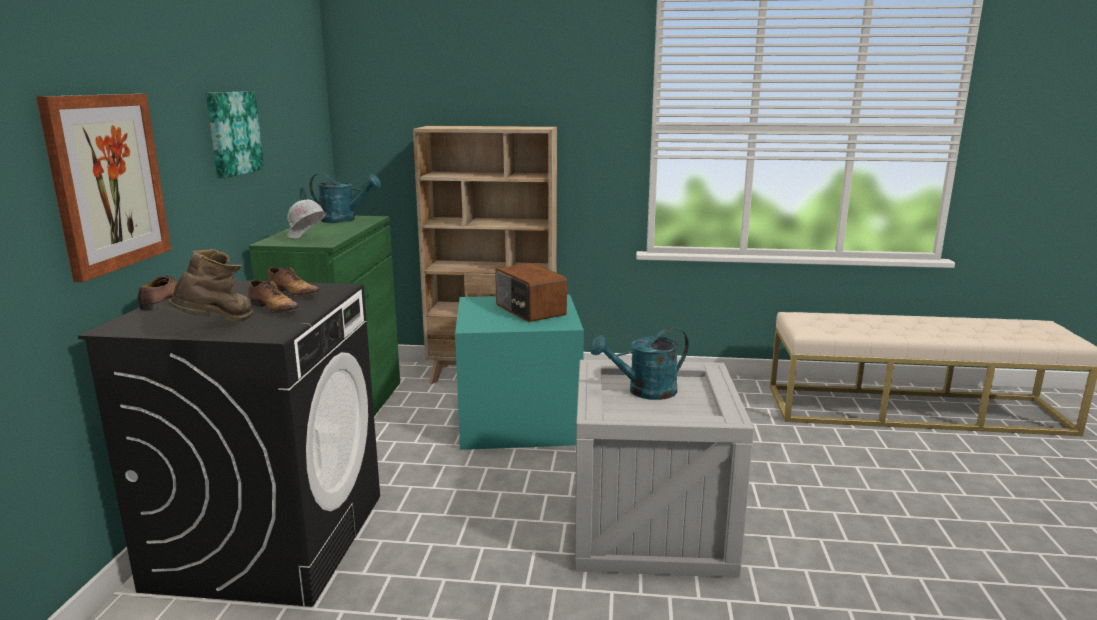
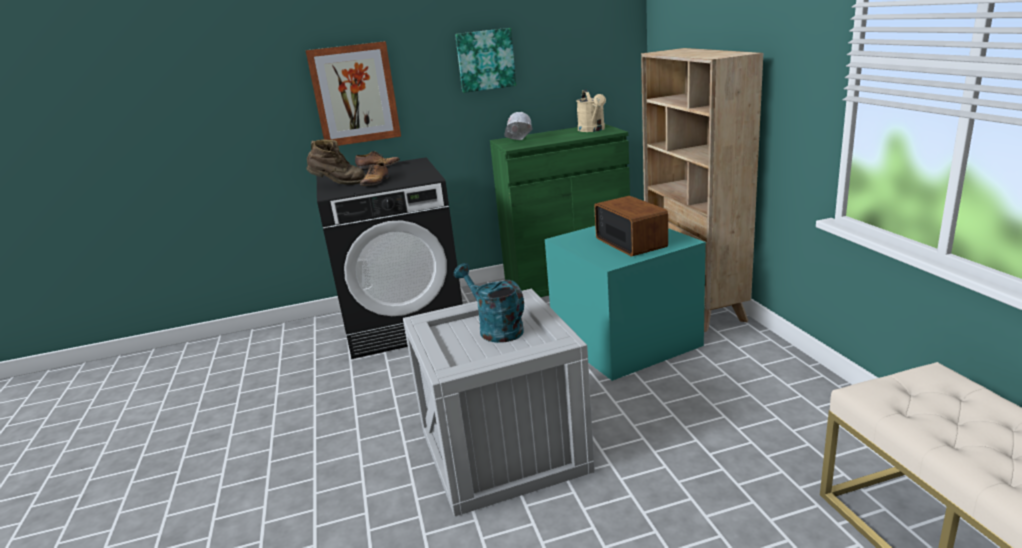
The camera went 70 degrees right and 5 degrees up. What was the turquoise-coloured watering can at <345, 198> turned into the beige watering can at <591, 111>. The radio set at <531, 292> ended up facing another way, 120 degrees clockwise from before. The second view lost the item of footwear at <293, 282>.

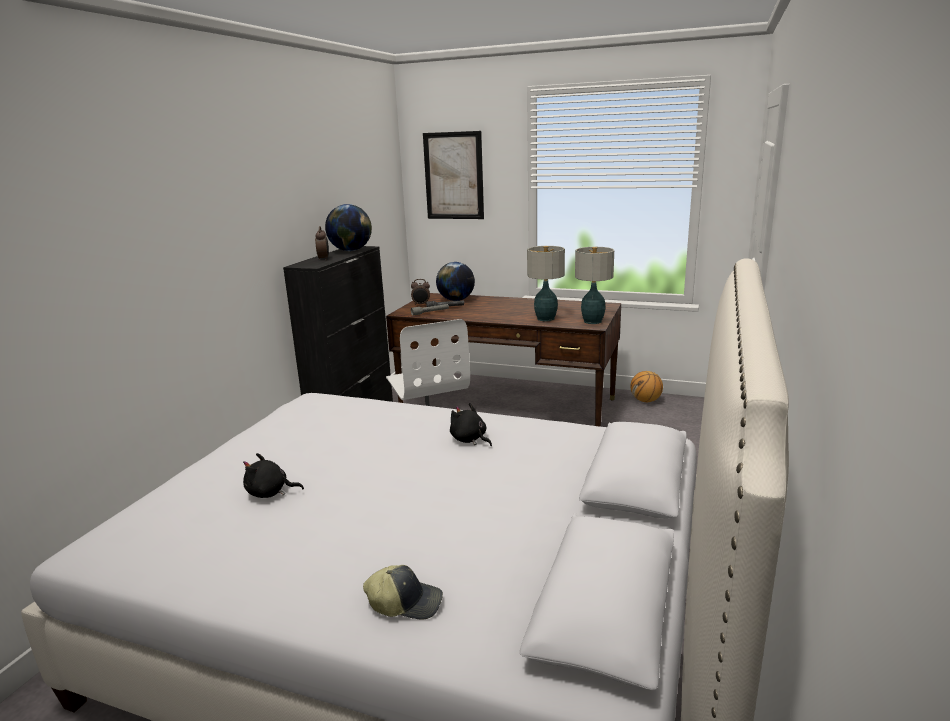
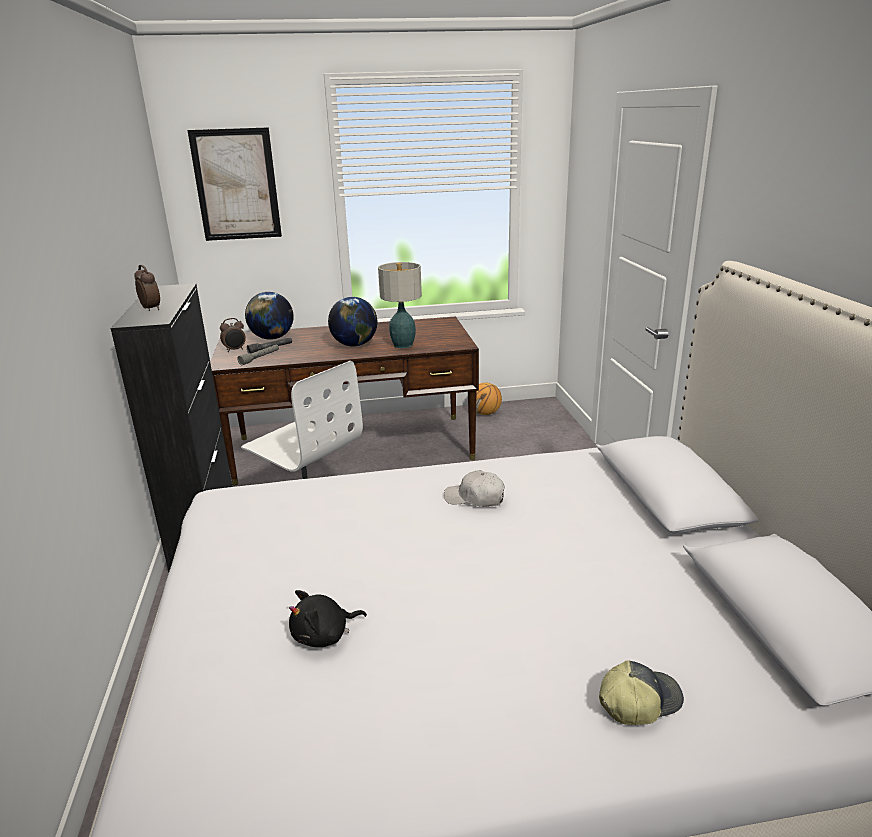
The camera went 30 degrees left and 5 degrees up. The desk globe ended up elsewhere, having gone from <348, 227> to <352, 322>. The second view lost the lamp for a table at <594, 285>. Where the black plush toy stood at <471, 424>, the white-coloured peaked cap came to stand at <474, 488>.

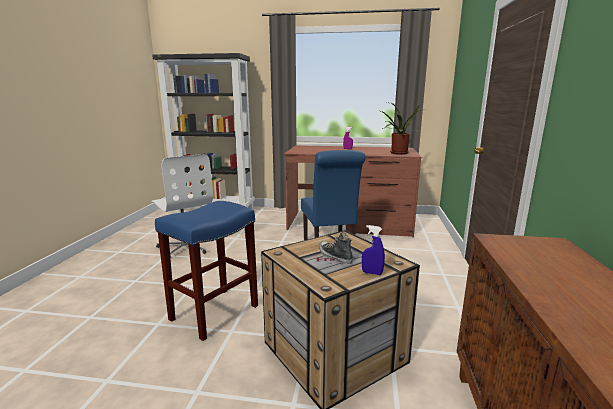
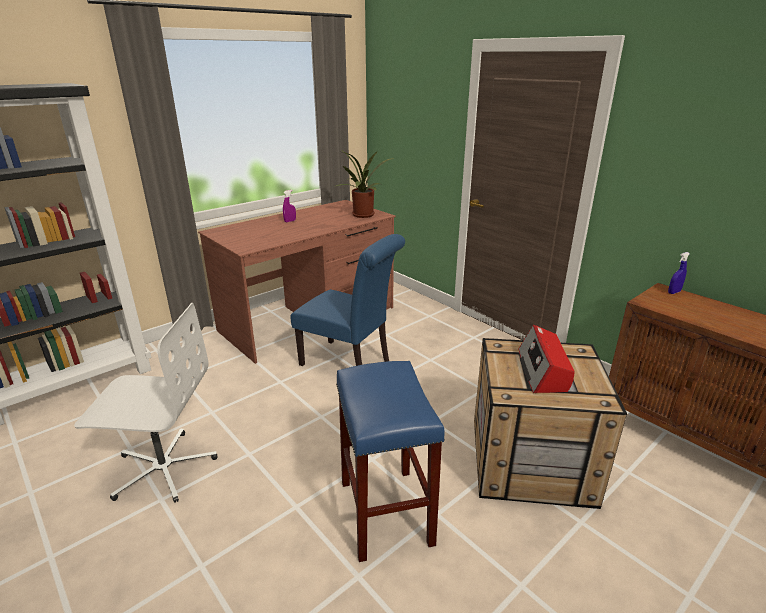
The camera went 50 degrees left and 10 degrees up. The blue hand sprayer ended up elsewhere, having gone from <373, 250> to <679, 273>. Where the item of footwear stood at <336, 248>, the radio set came to stand at <546, 359>.

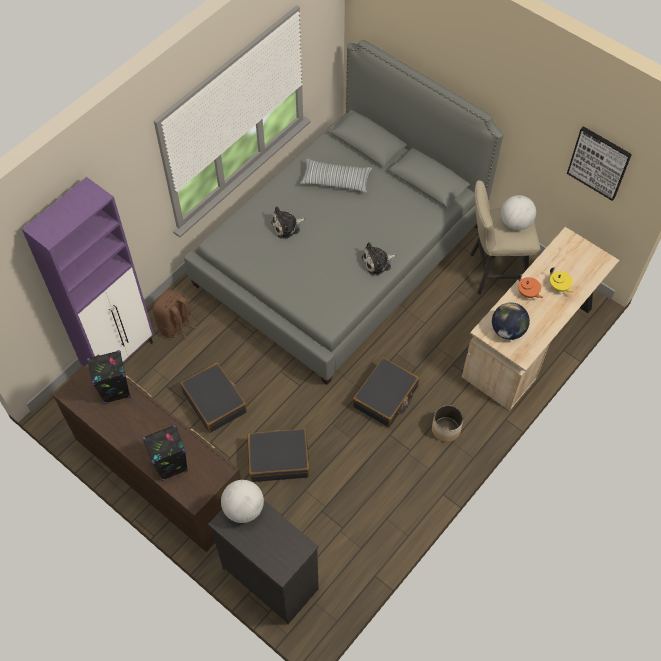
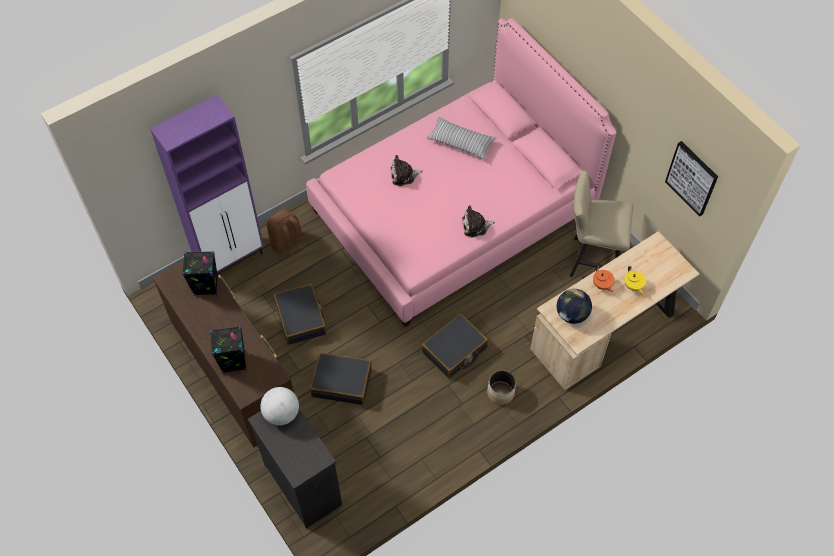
The camera went 15 degrees right and 0 degrees up. What was the gray bed at <343, 212> turned into the pinkish bed at <461, 172>. The second view lost the desk globe at <518, 212>.

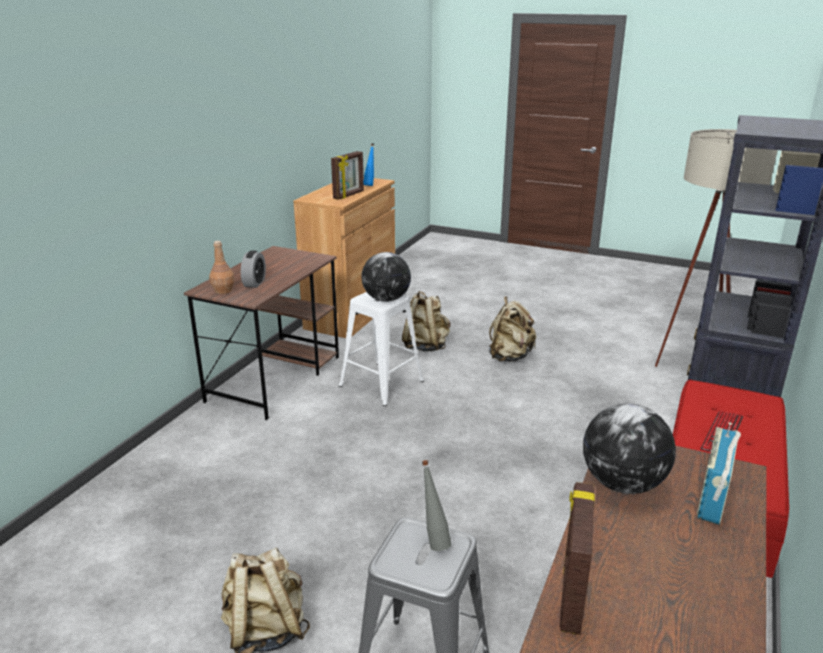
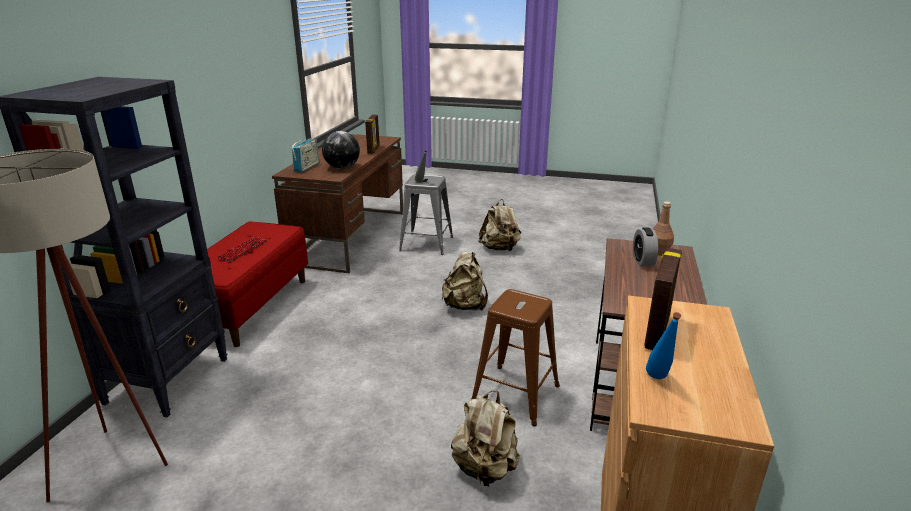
The camera went 170 degrees right and 0 degrees up. The second view lost the desk globe at <386, 277>. What was the white-coloured stool seat at <381, 349> turned into the brownish stool seat at <515, 357>. The beige backpack ended up elsewhere, having gone from <512, 329> to <465, 281>.

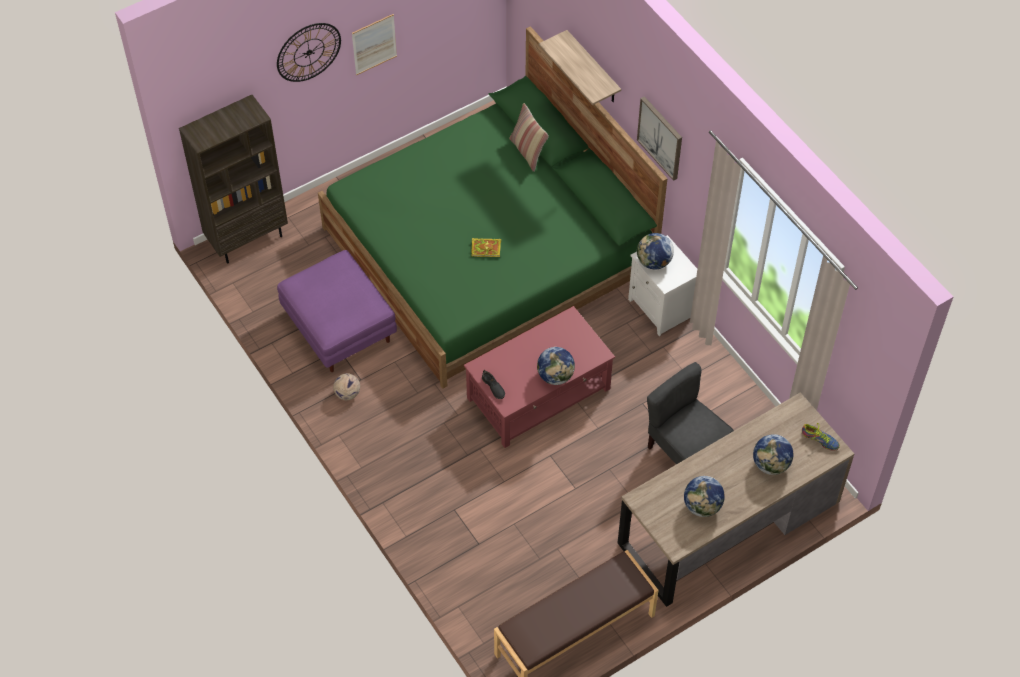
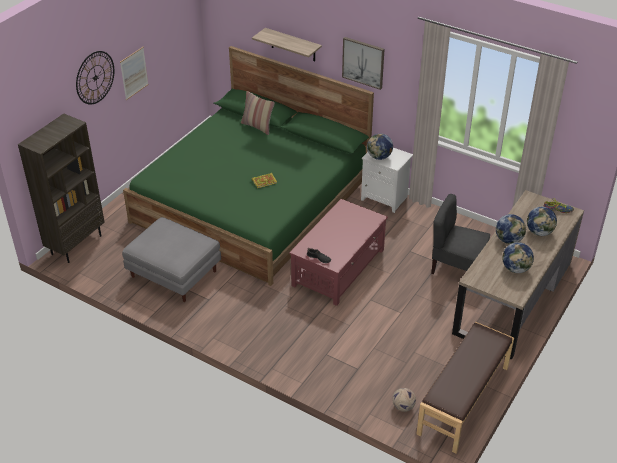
The camera went 25 degrees left and 15 degrees down. What was the purple-coloured footrest at <337, 311> turned into the gray footrest at <171, 259>. The desk globe ended up elsewhere, having gone from <556, 366> to <511, 229>. The football ball ended up elsewhere, having gone from <346, 386> to <404, 400>.

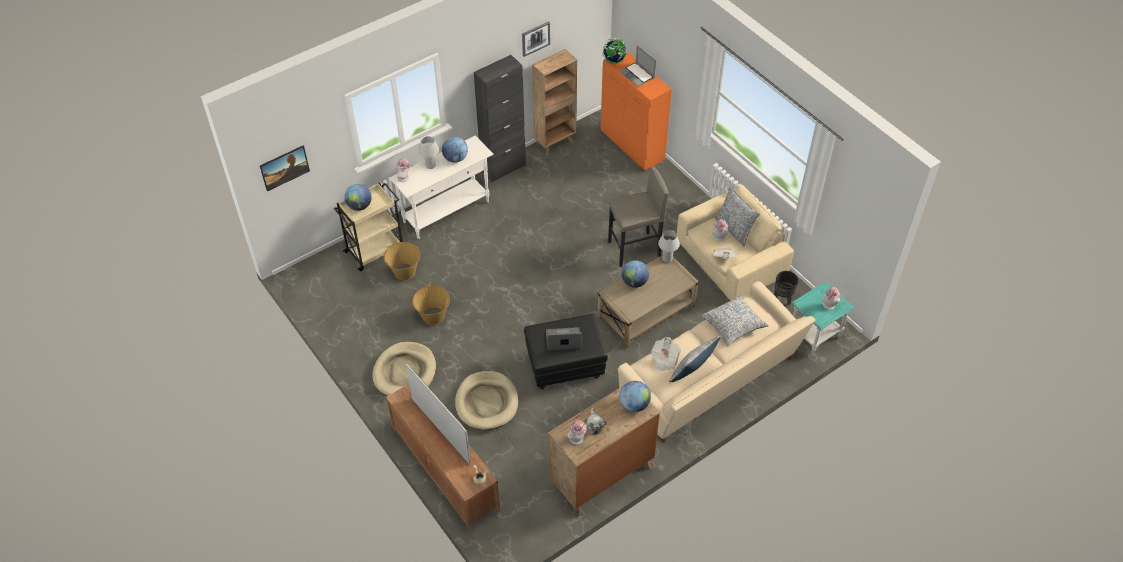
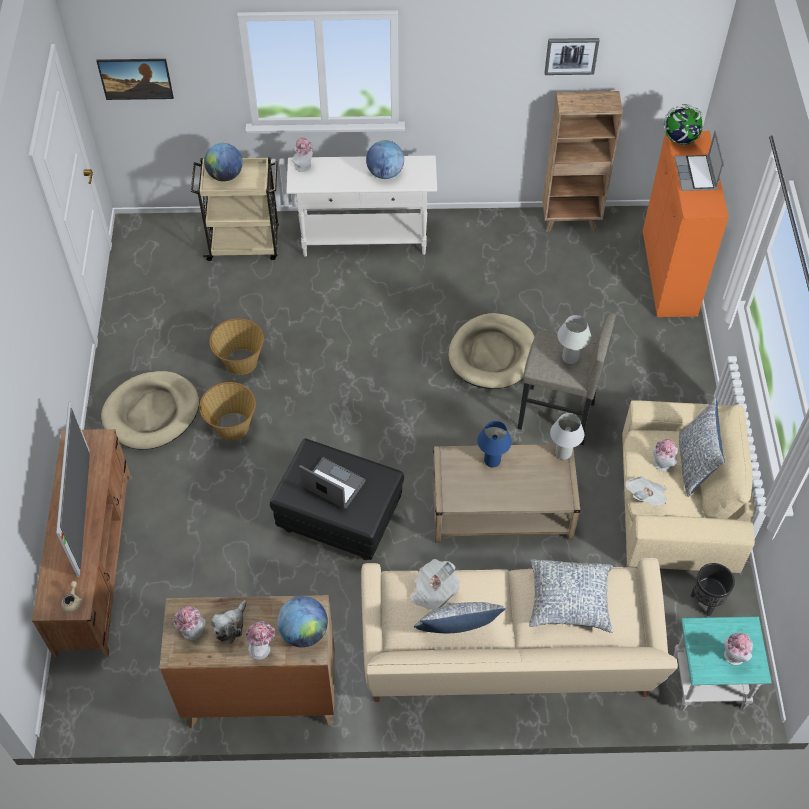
The camera went 35 degrees right and 5 degrees up. The second view lost the black cabinet at <500, 119>. The white-coloured lamp for a table ended up elsewhere, having gone from <428, 152> to <574, 339>. The basket ended up elsewhere, having gone from <402, 261> to <227, 411>. Where the desk globe stood at <635, 274>, the blue lamp for a table came to stand at <494, 444>. The beige dog bed ended up elsewhere, having gone from <486, 400> to <492, 351>. The second view gained the wearable hat at <260, 640>.

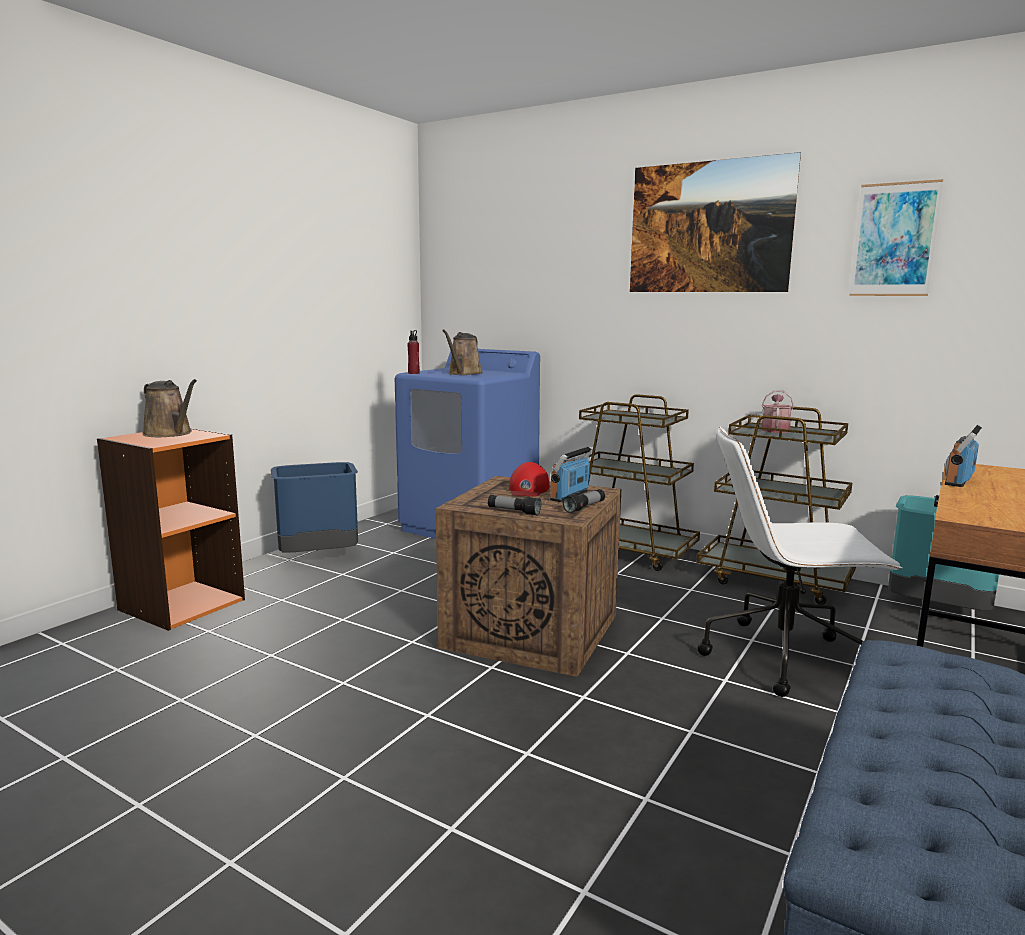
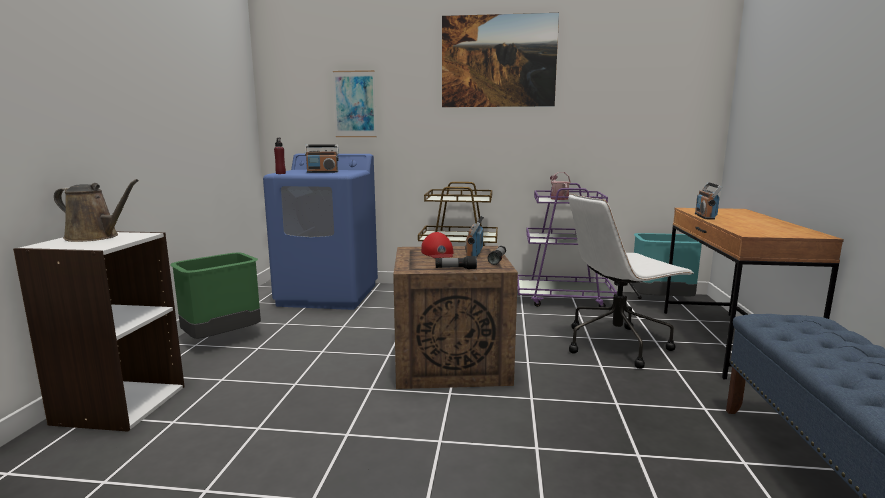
The camera went 25 degrees left and 0 degrees up. The picture ended up elsewhere, having gone from <896, 237> to <354, 103>. Where the brownish watering can stood at <462, 352>, the radio set came to stand at <322, 158>. What was the brownish trolley at <776, 506> turned into the purple-coloured trolley at <567, 245>. What was the orange bookshelf at <171, 529> turned into the white-coloured bookshelf at <99, 331>. What was the blue rubbish bin at <314, 507> turned into the green rubbish bin at <215, 295>.

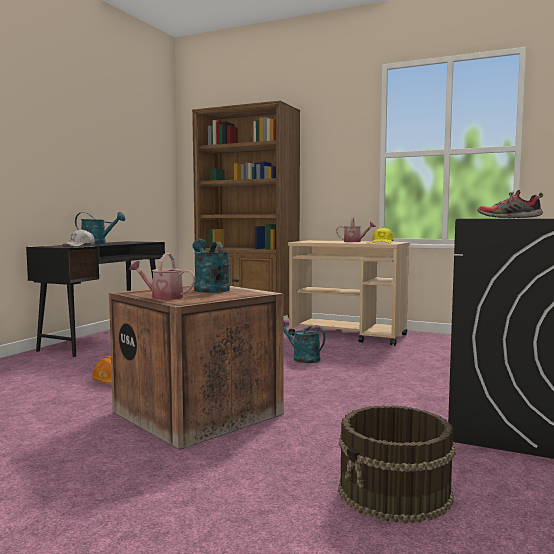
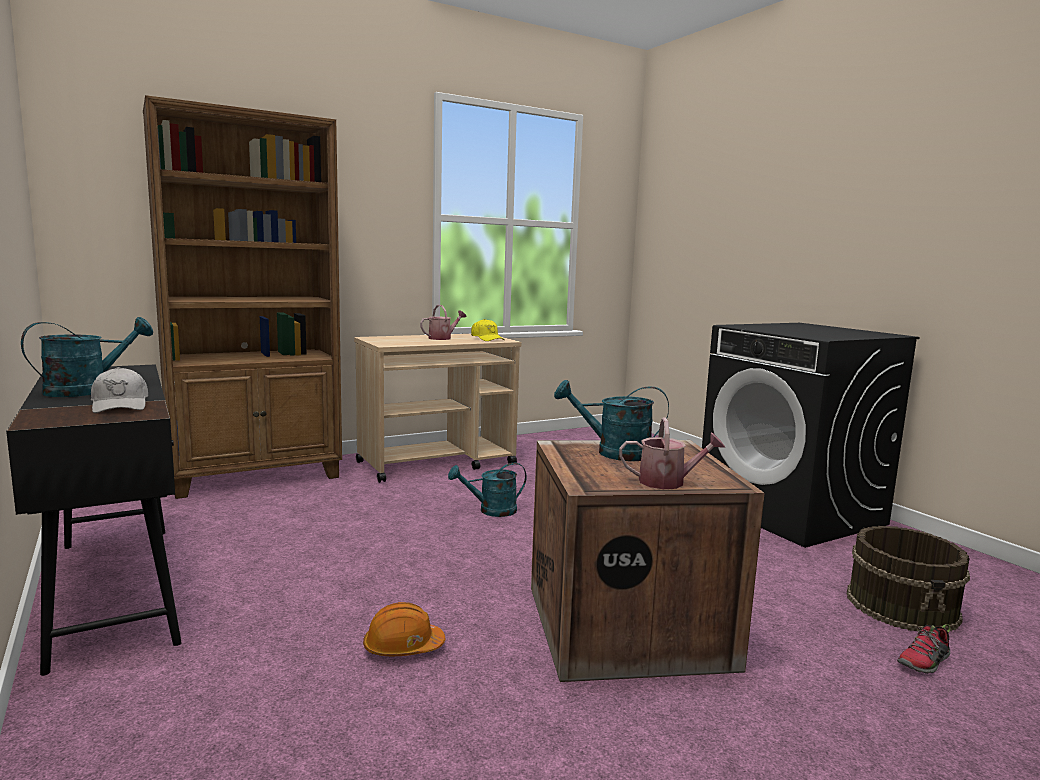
The camera went 55 degrees left and 5 degrees up. The item of footwear ended up elsewhere, having gone from <510, 204> to <923, 649>. The watering can at <162, 276> ended up facing another way, 135 degrees counterclockwise from before.

